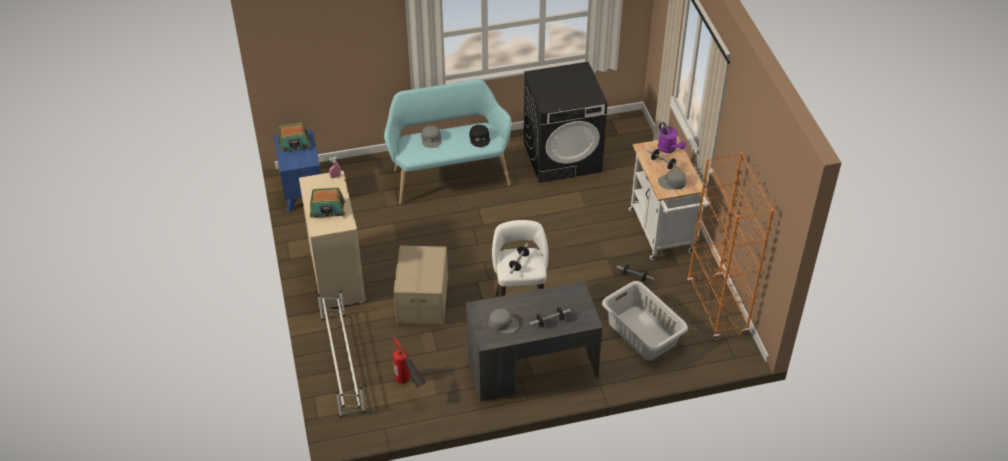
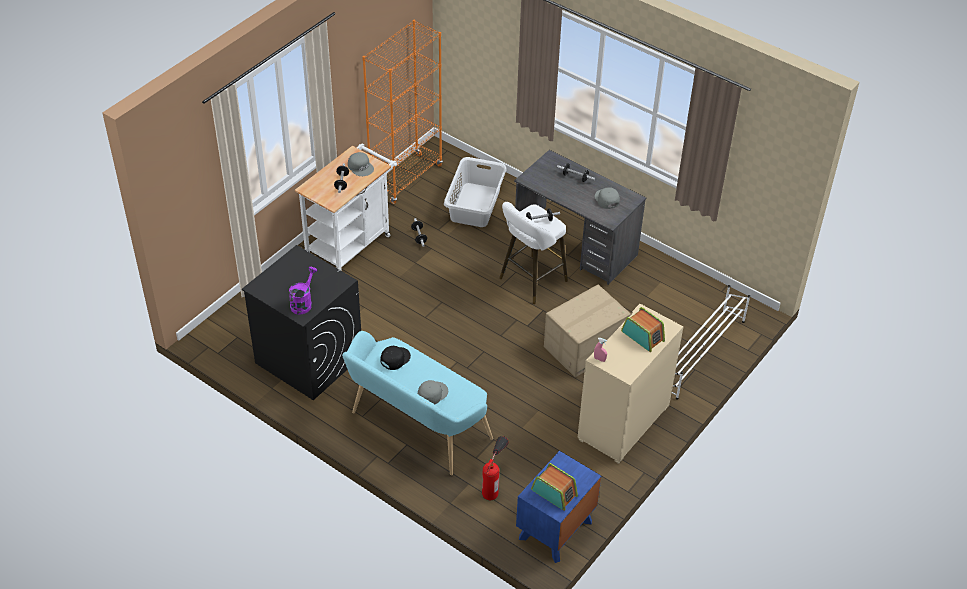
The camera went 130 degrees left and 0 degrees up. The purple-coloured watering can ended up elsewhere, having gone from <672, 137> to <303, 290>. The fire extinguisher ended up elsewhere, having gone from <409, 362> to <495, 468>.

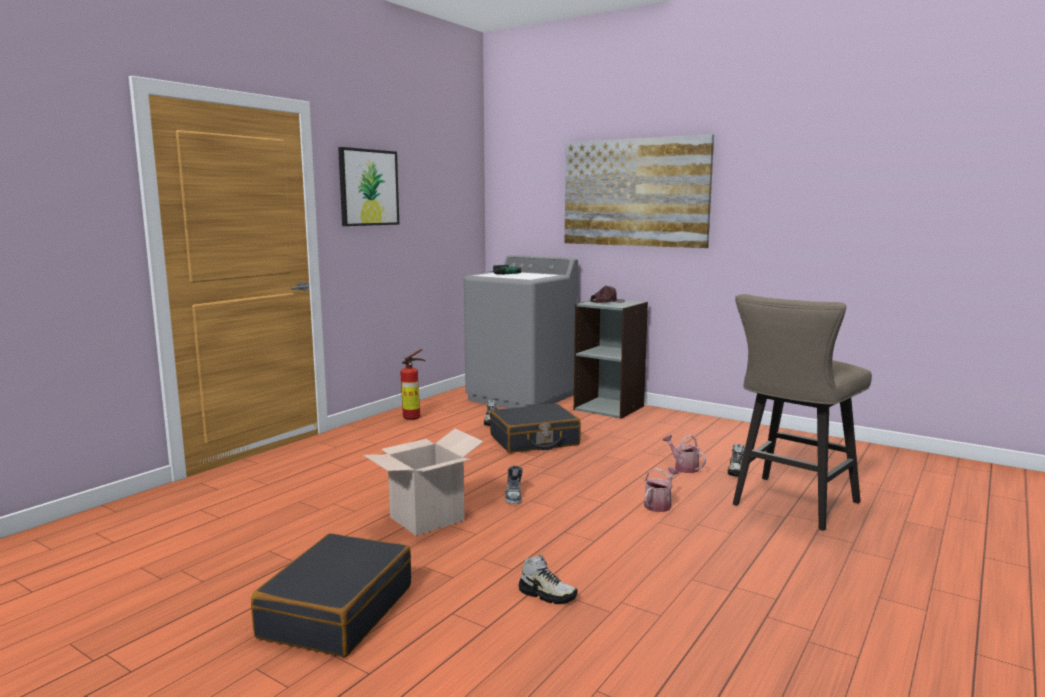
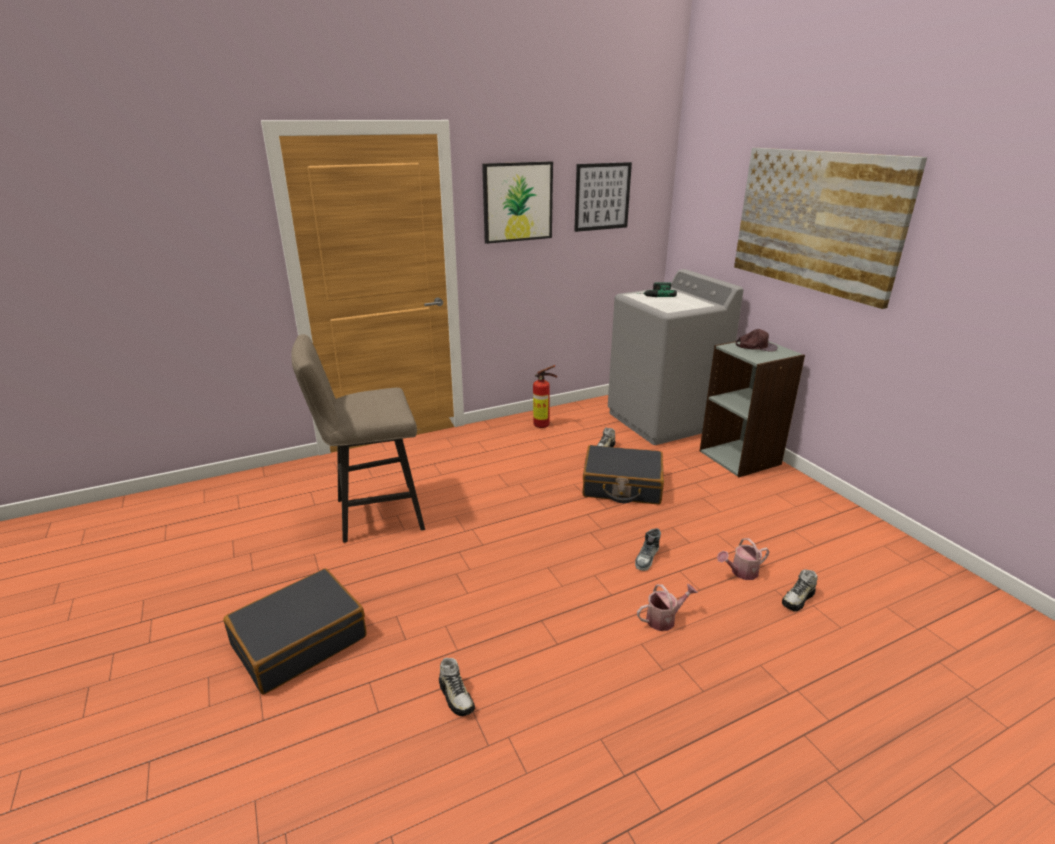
The camera went 30 degrees right and 15 degrees up. The beige stool seat ended up elsewhere, having gone from <802, 412> to <358, 438>. The second view lost the packing box at <423, 482>. The watering can at <684, 454> ended up facing another way, 105 degrees counterclockwise from before. The item of footwear ended up elsewhere, having gone from <514, 484> to <648, 549>. The second view gained the picture at <603, 197>.

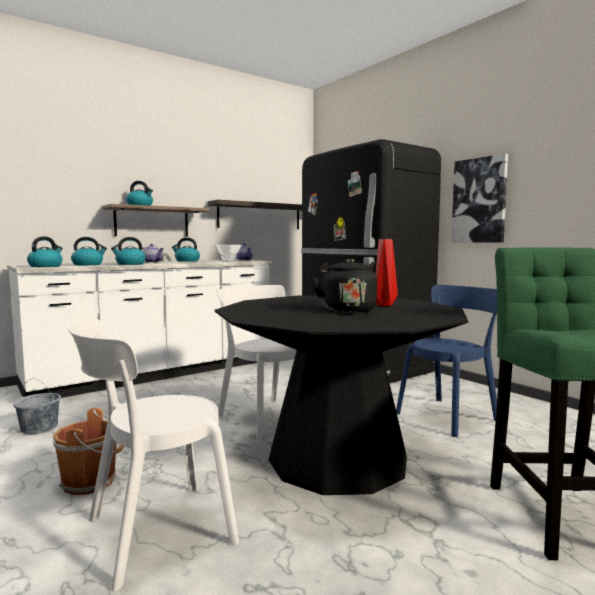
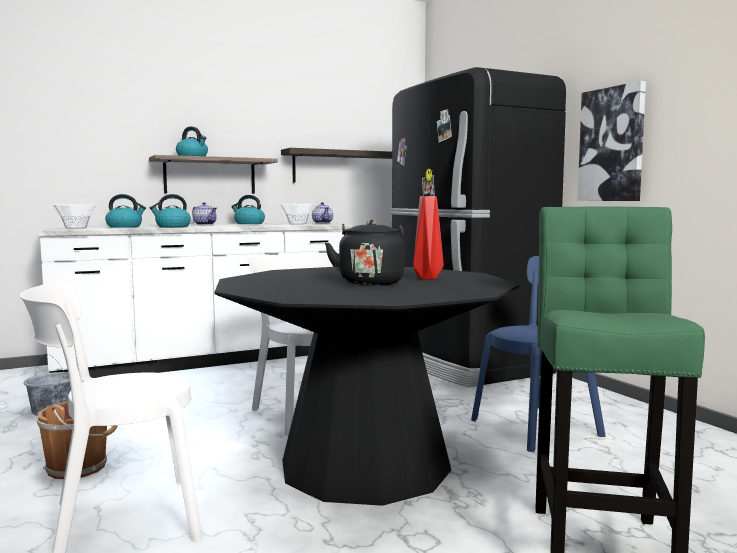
The camera went 10 degrees right and 0 degrees up. Where the kettle stood at <45, 251>, the serving bowl came to stand at <74, 216>.

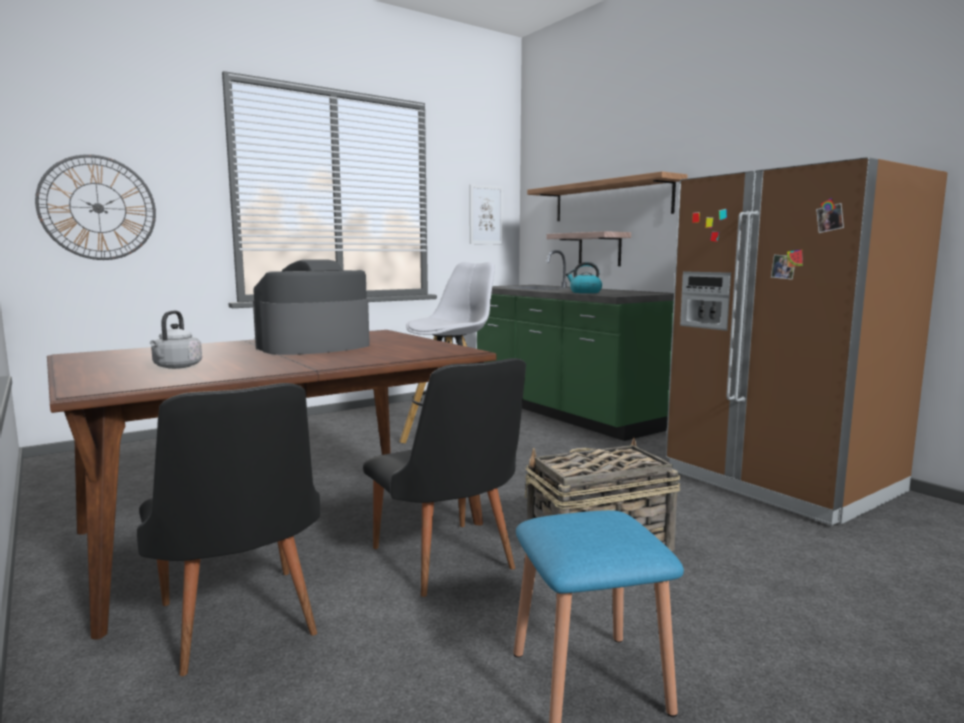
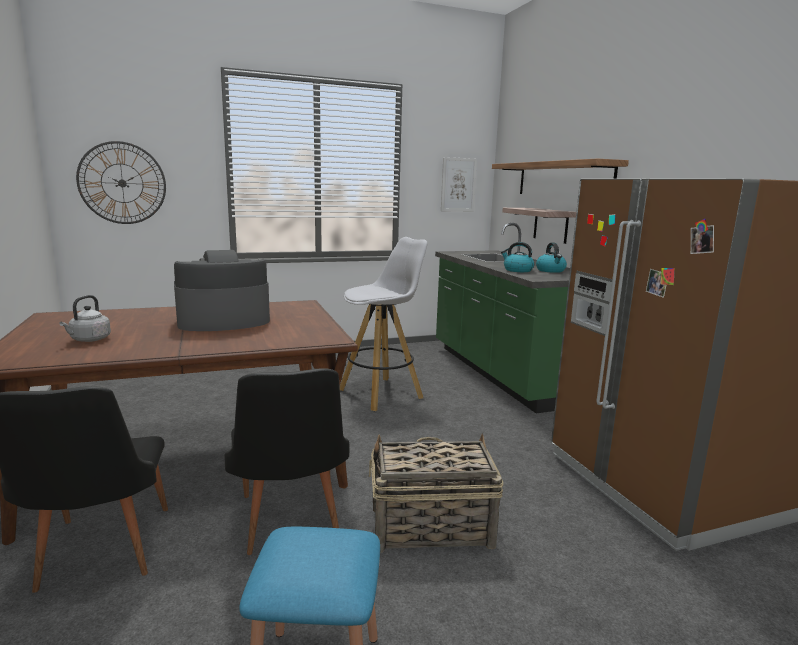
The camera went 15 degrees right and 5 degrees up. The second view gained the kettle at <551, 257>.

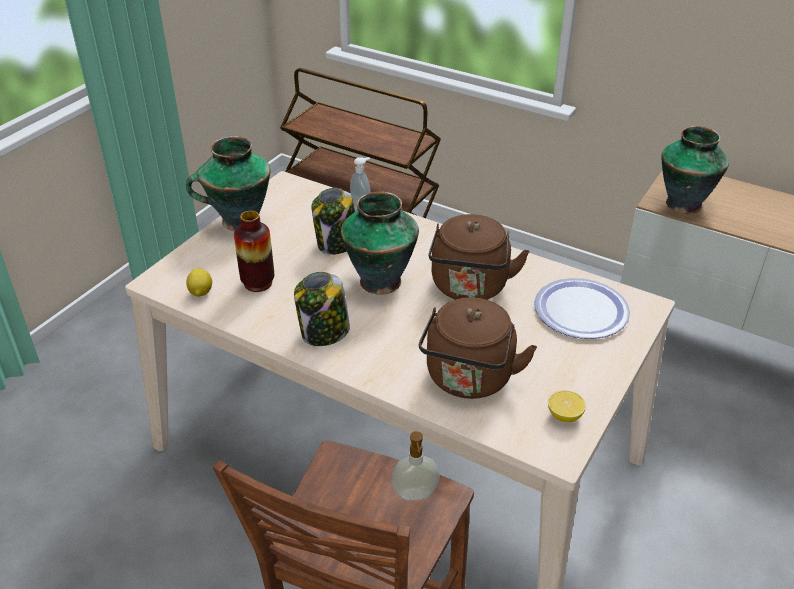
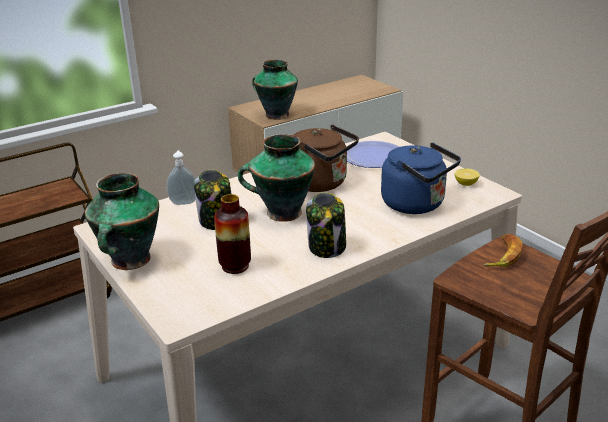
The camera went 65 degrees left and 10 degrees down. The second view lost the lemon at <199, 283>. What was the brownish kettle at <478, 348> turned into the blue kettle at <421, 178>. Where the liquid soap bottle stood at <416, 466>, the banana came to stand at <503, 250>.

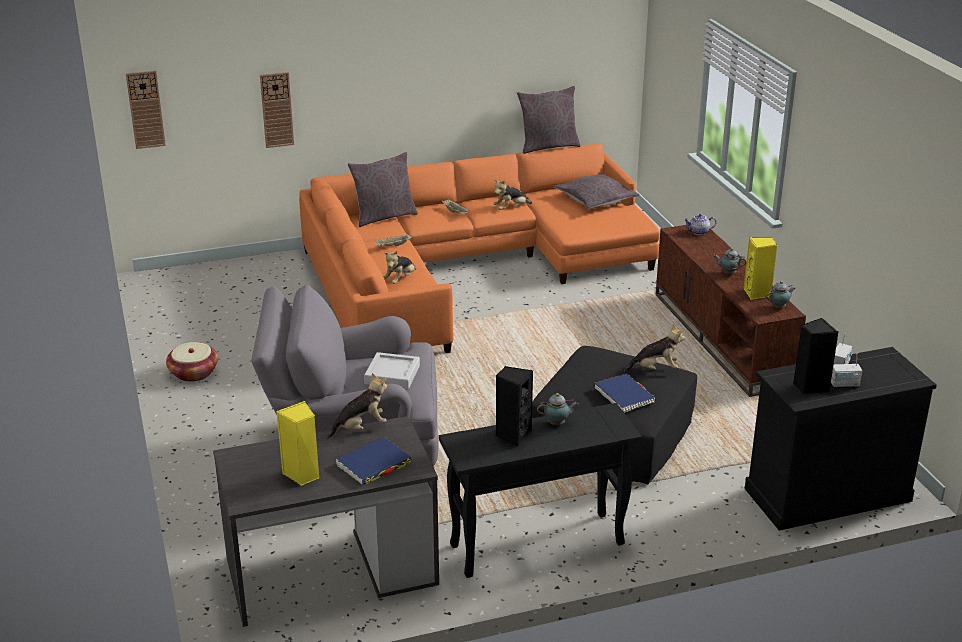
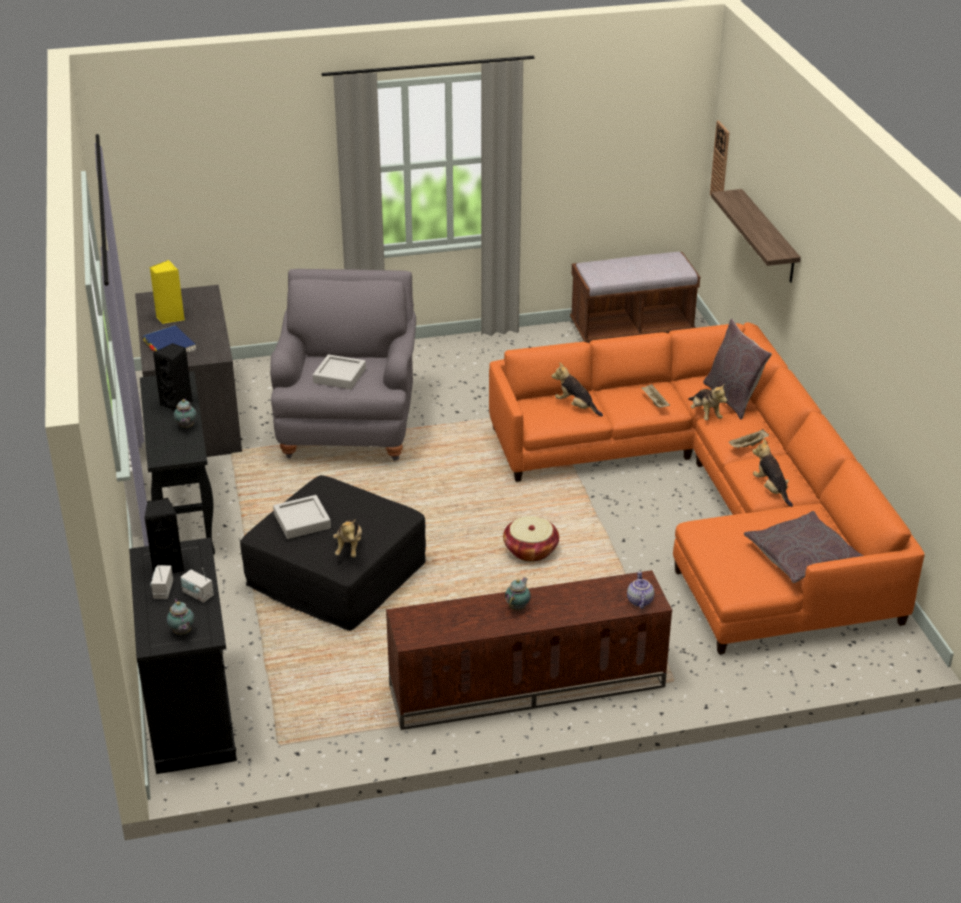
The camera went 95 degrees right and 5 degrees up. Where the wall clock hung at <277, 110>, the bracket shelf came to hang at <756, 236>. The second view lost the gray cushion at <548, 120>. The second view lost the yellow speaker at <760, 268>. The tea pot ended up elsewhere, having gone from <781, 294> to <181, 617>. The basket ended up elsewhere, having gone from <192, 362> to <531, 539>. The plush toy ended up elsewhere, having gone from <357, 406> to <707, 401>. Where the blue book stood at <625, 393>, the gray tray came to stand at <302, 517>. The second view gained the brownish indoor bench at <635, 297>.

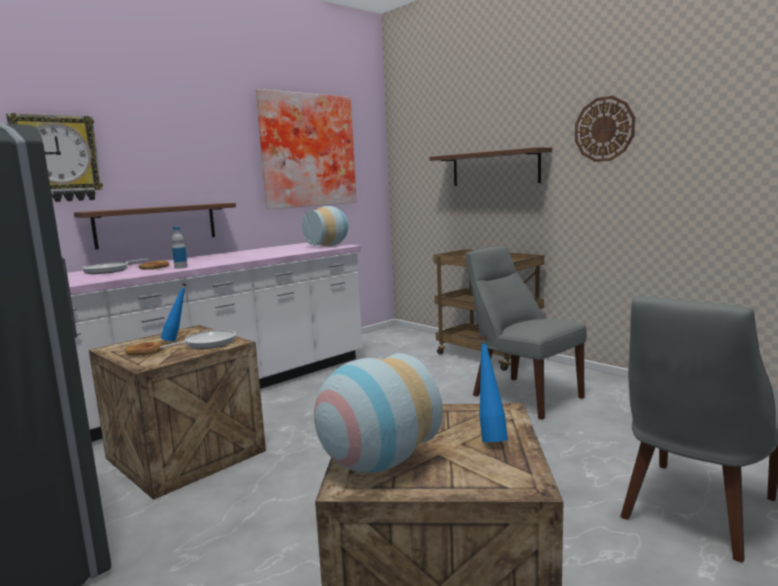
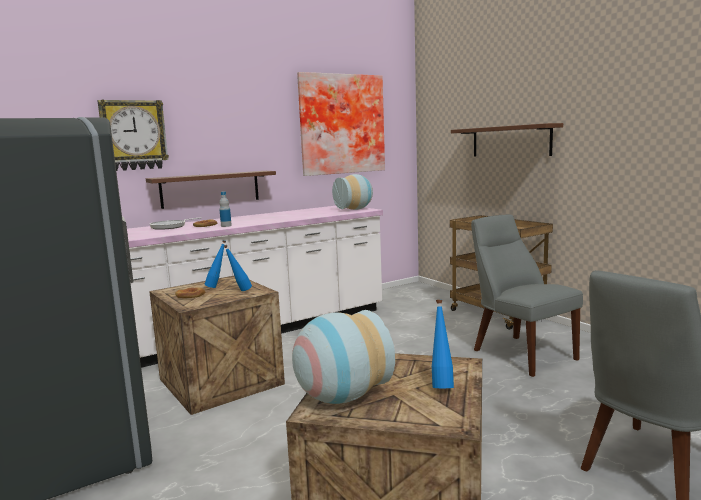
The camera went 10 degrees right and 0 degrees up. The second view lost the wall clock at <605, 129>. Where the skillet stood at <198, 339>, the blue beverage bottle came to stand at <238, 268>.

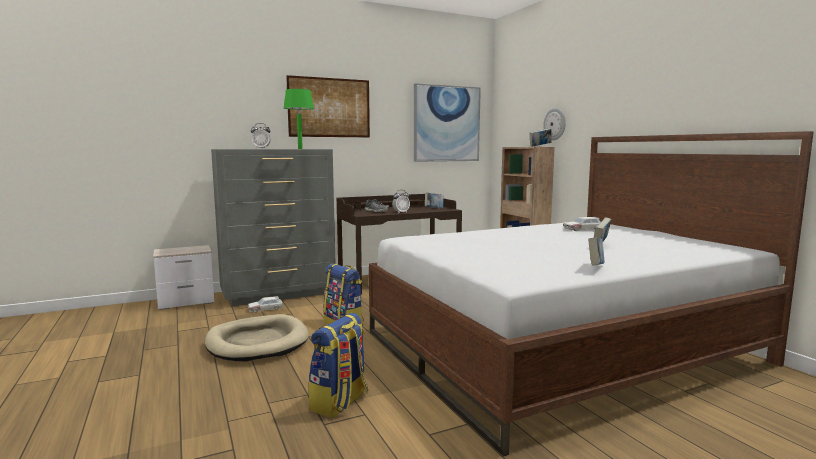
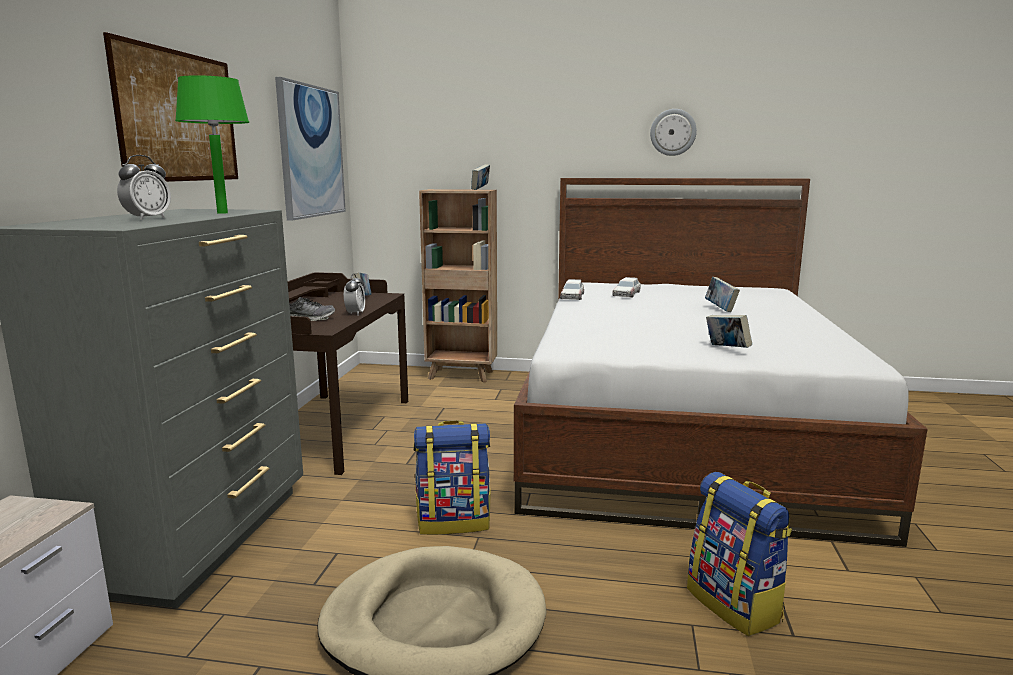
The camera went 55 degrees left and 5 degrees up. The wall clock ended up elsewhere, having gone from <554, 124> to <673, 132>. The book ended up elsewhere, having gone from <596, 252> to <729, 331>. The model car ended up elsewhere, having gone from <266, 304> to <572, 289>.

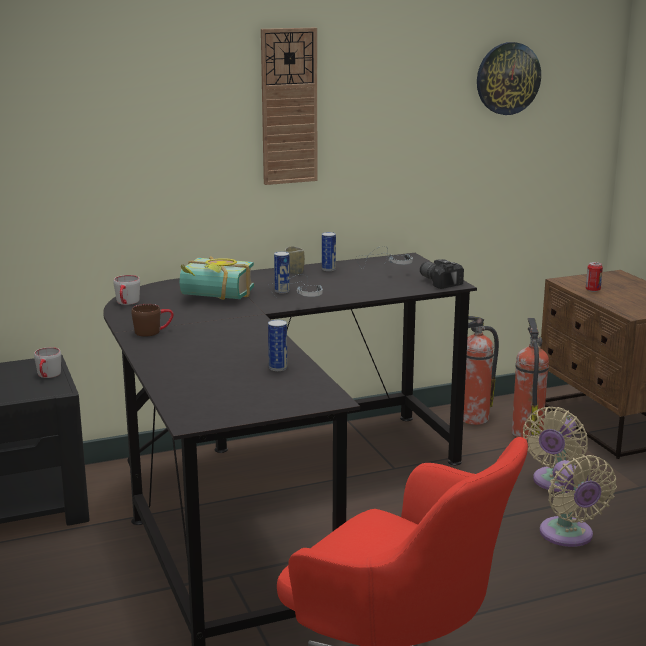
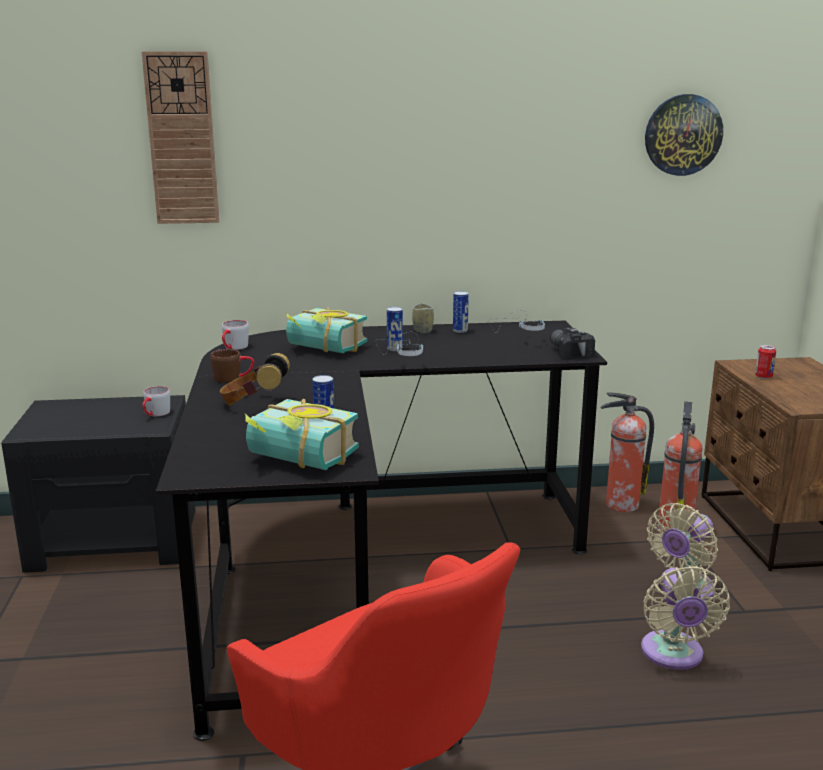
The camera went 15 degrees right and 0 degrees up. The wall clock ended up elsewhere, having gone from <289, 106> to <180, 137>. The second view gained the headphones at <255, 379>. The second view gained the book at <302, 434>.

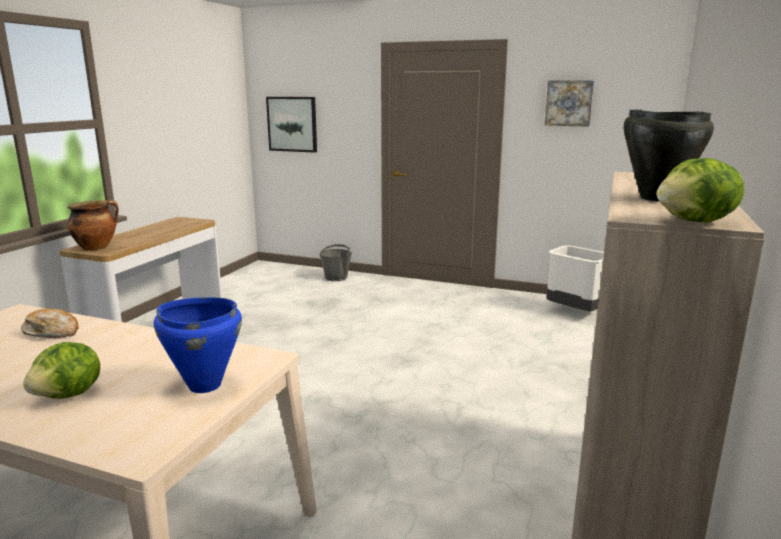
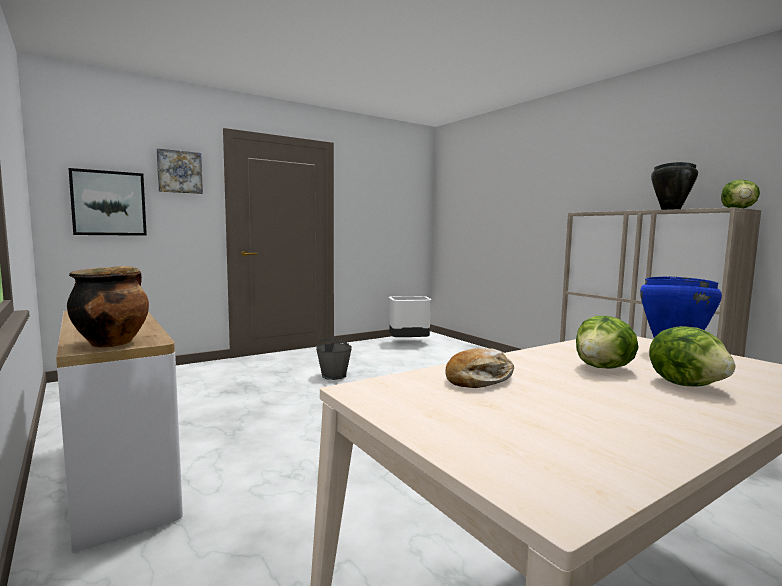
The camera went 55 degrees left and 10 degrees down. The picture ended up elsewhere, having gone from <569, 103> to <180, 171>. The gray pail ended up elsewhere, having gone from <335, 262> to <334, 359>. The second view gained the lettuce at <607, 342>.

